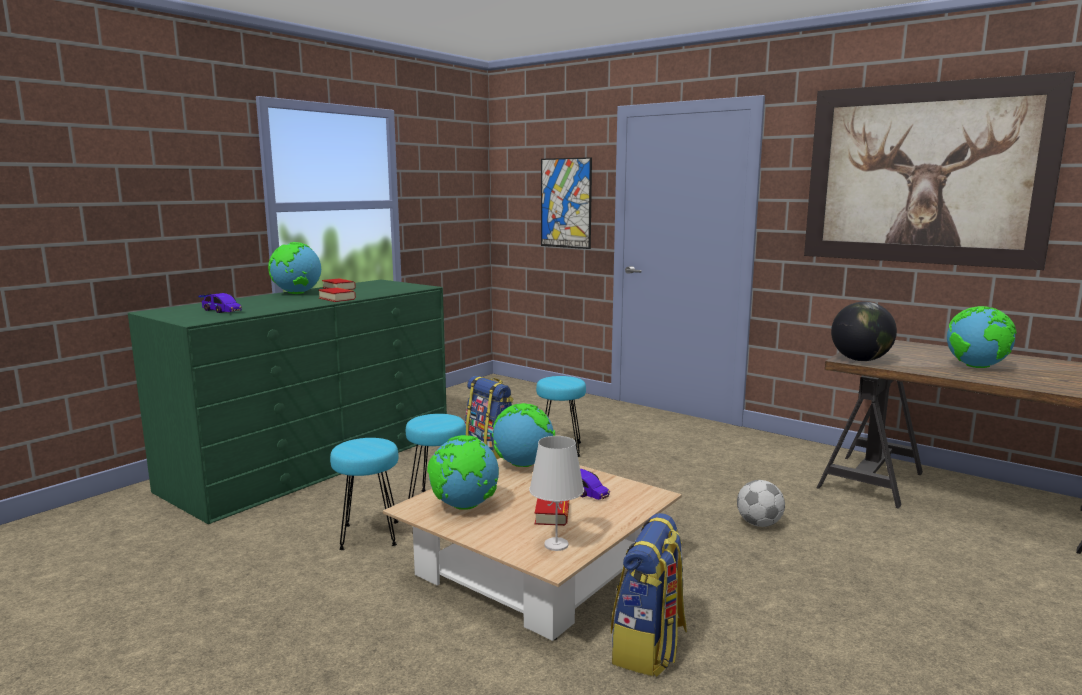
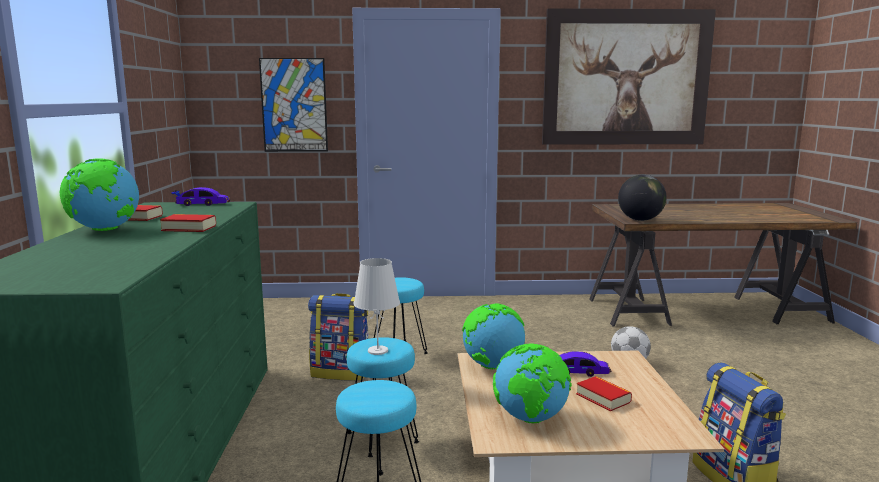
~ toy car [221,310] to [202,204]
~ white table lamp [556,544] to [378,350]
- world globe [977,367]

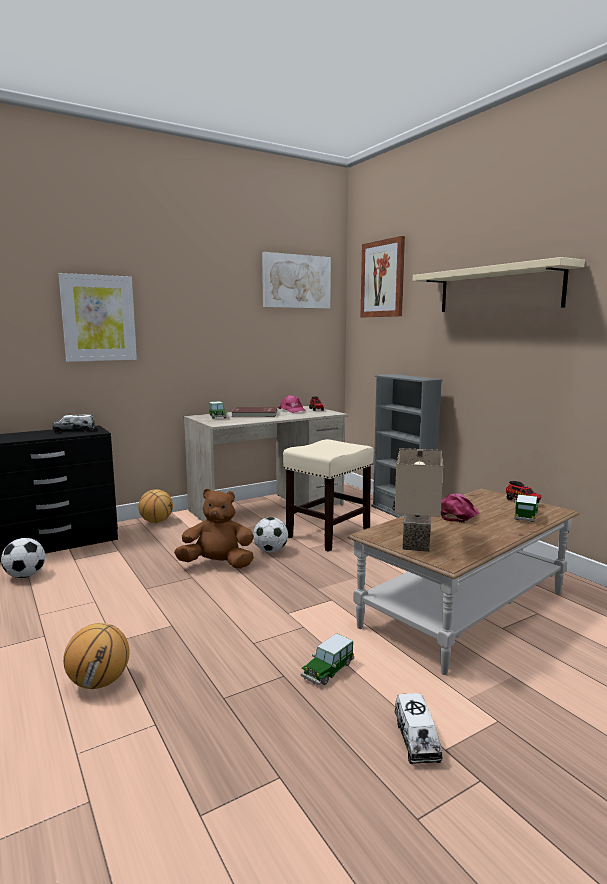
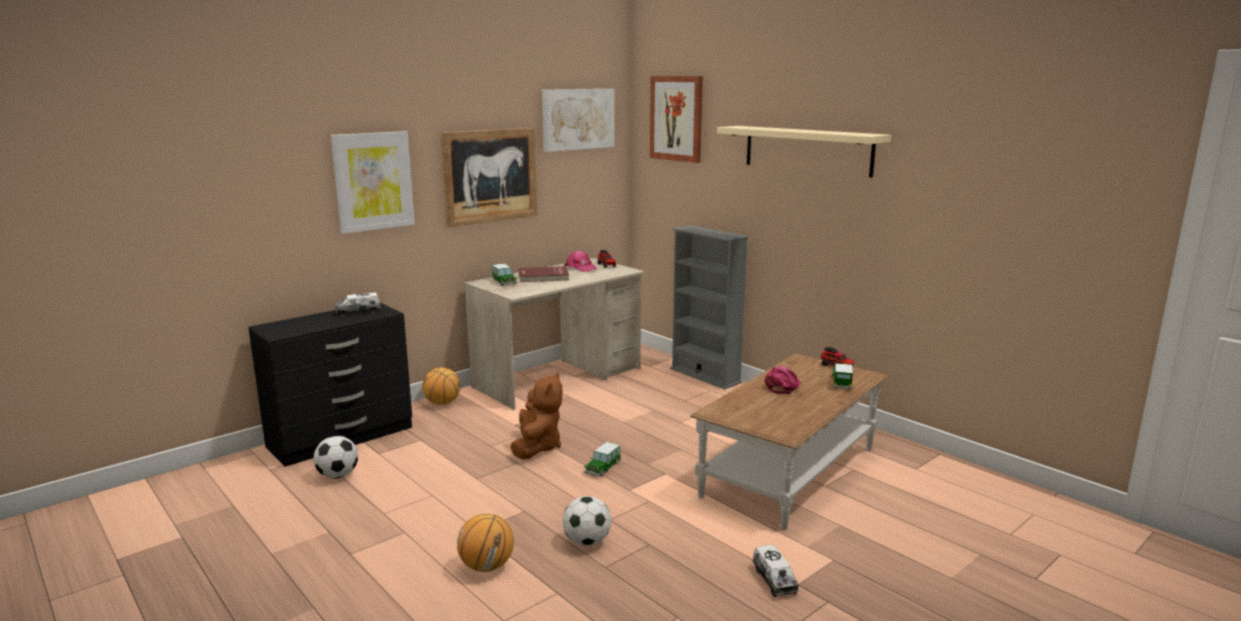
+ wall art [490,176]
~ brownish soft toy [217,564] = [537,447] 105 degrees clockwise
~ football ball [270,551] to [587,541]
~ toy car [328,670] to [602,468]
- beige-coloured stool seat [328,535]
- beige-coloured table lamp [418,543]

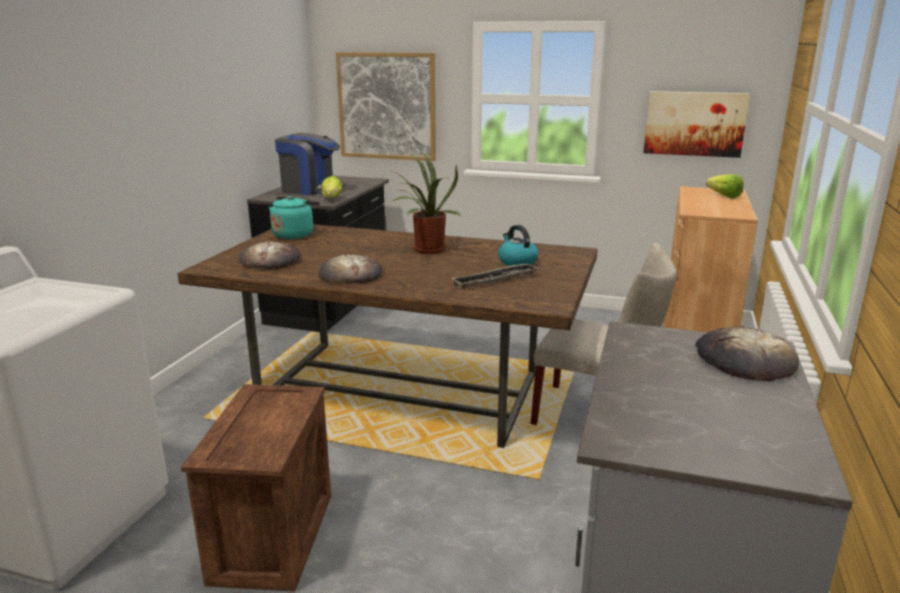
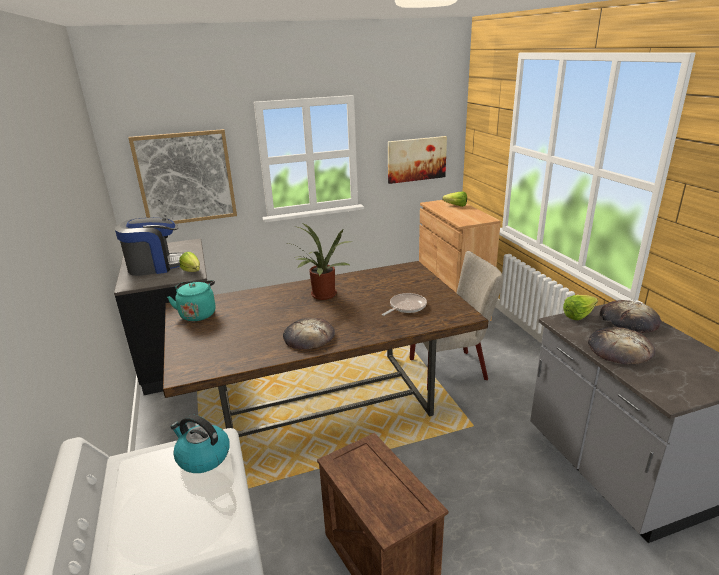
~ tea kettle [517,261] to [202,457]
~ serving tray [495,280] to skillet [406,307]
+ lettuce [581,315]
~ bakery bread [270,260] to [619,349]

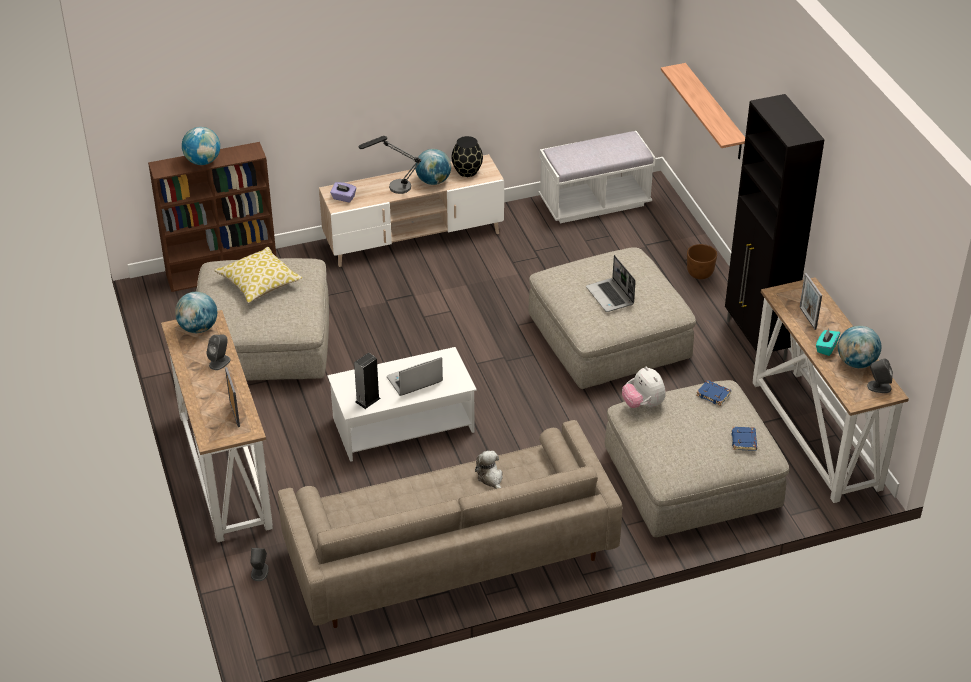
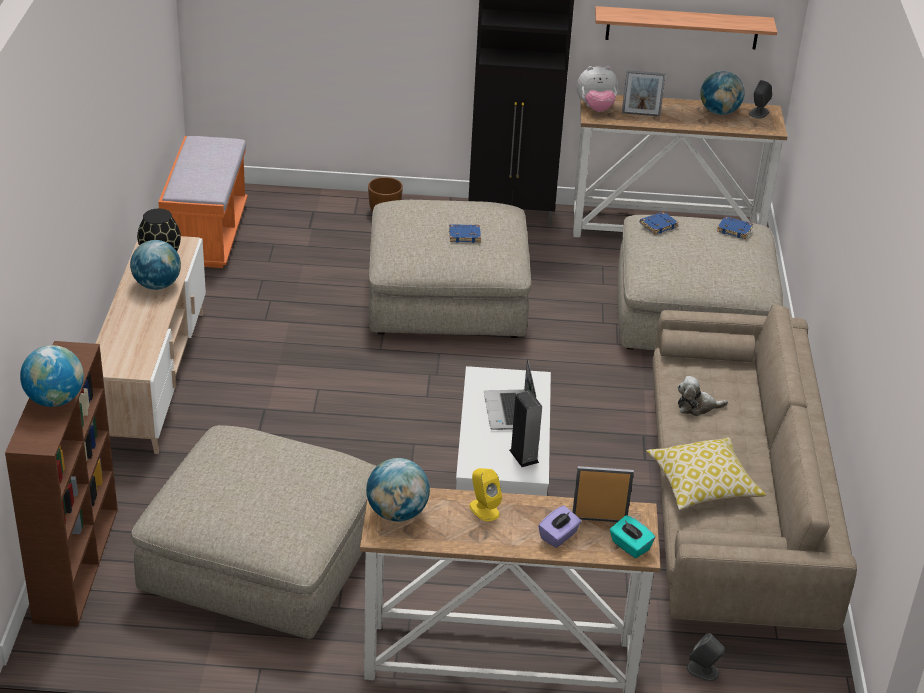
~ white bench [594,203] to orange bench [206,235]
~ notebook computer [610,296] to blue-coloured book [465,235]
~ grey loudspeaker [220,362] to yellowish loudspeaker [484,509]
~ purple-coloured tissue holder [343,198] to [558,536]
~ soft toy [643,404] to [596,108]
~ wall shelf [714,112] to [682,28]
~ turquoise tissue holder [826,348] to [630,546]
~ cushion [259,283] to [702,486]
- table lamp [393,189]

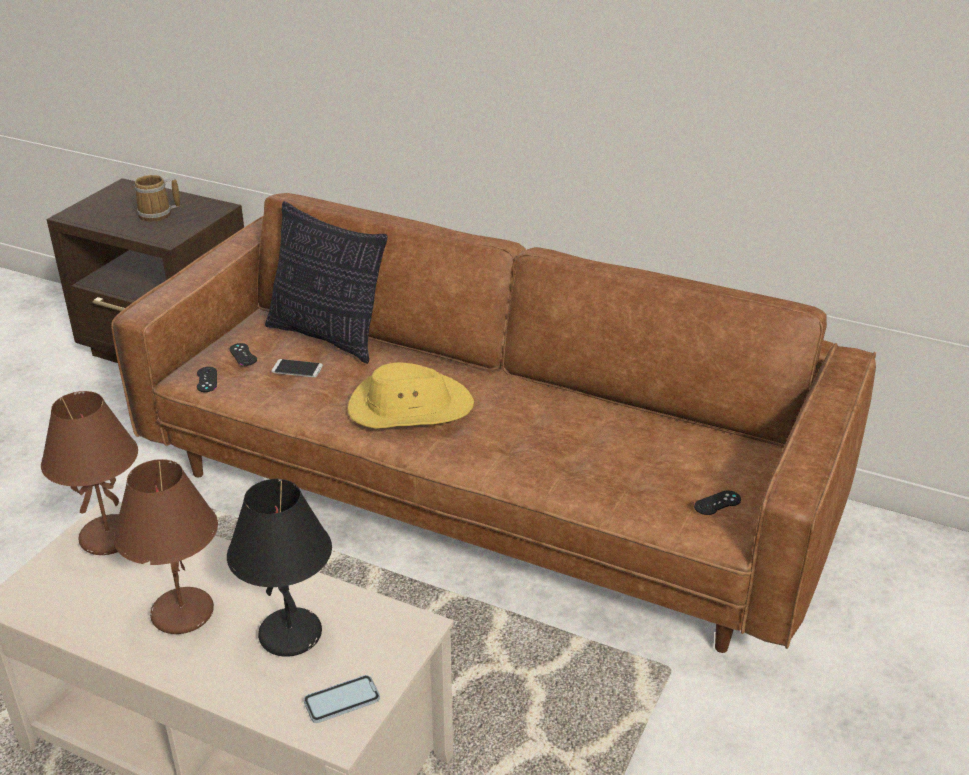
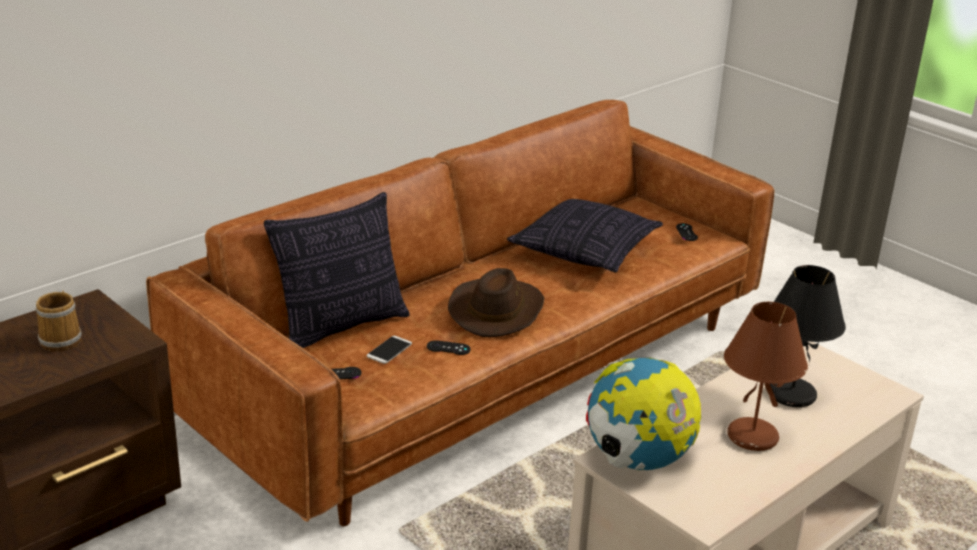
~ black-coloured game controller [207,380] to [448,348]
~ yellowish wearable hat [409,407] to brownish wearable hat [496,310]
+ cushion [585,251]
~ brownish table lamp [110,537] to world globe [637,461]
- telephone [342,701]

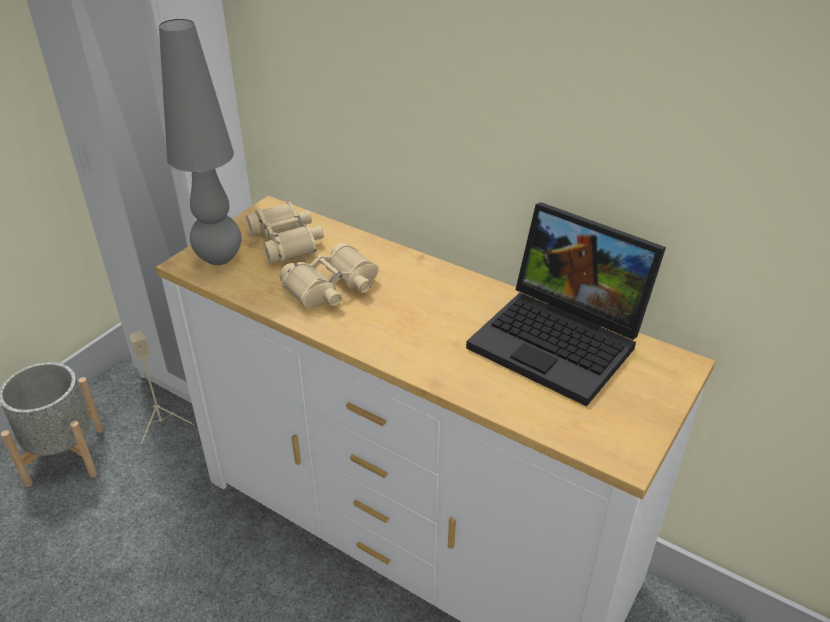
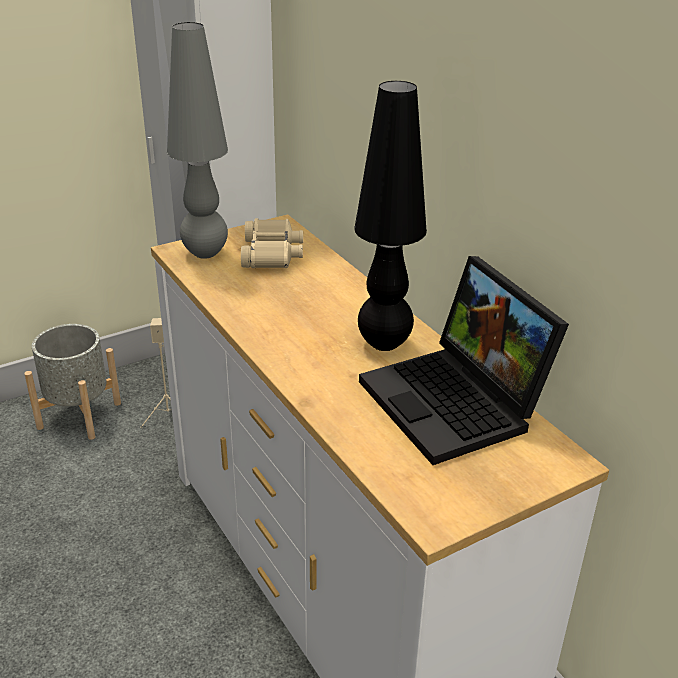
+ black-coloured table lamp [384,343]
- beige-coloured binoculars [332,287]

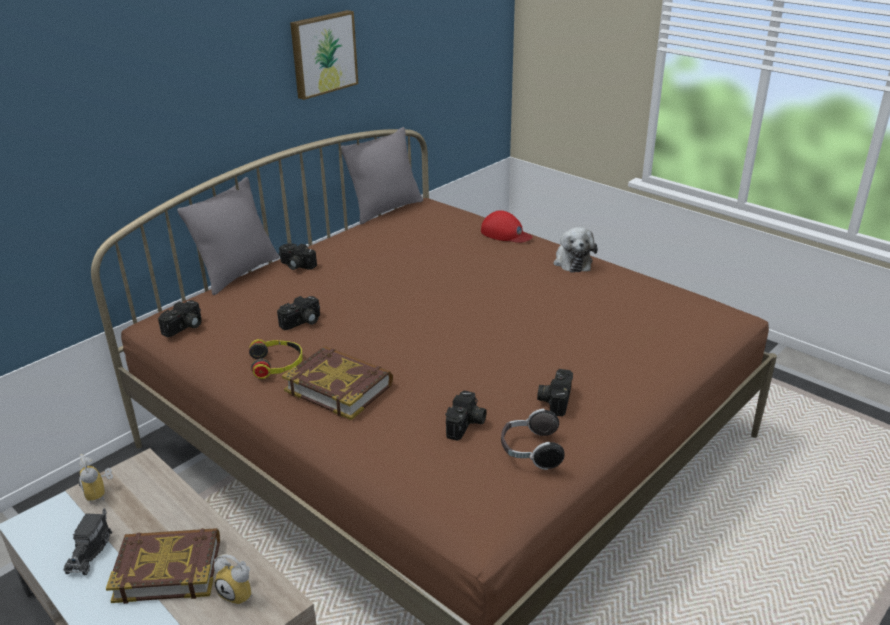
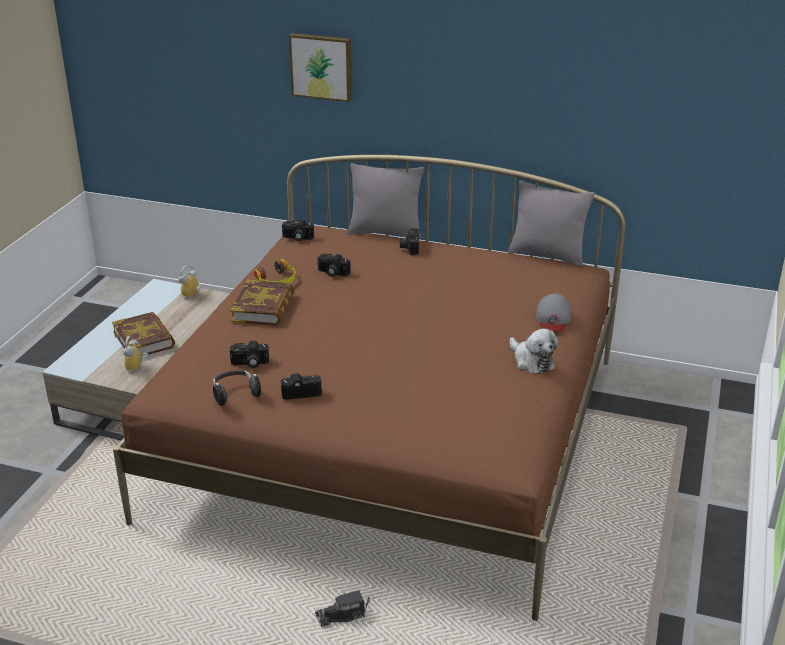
~ wall art [323,53] to [322,66]
~ model truck [90,551] to [343,616]
~ soft toy [572,261] = [531,361] 90 degrees counterclockwise
~ red cap [505,233] to grey cap [553,318]

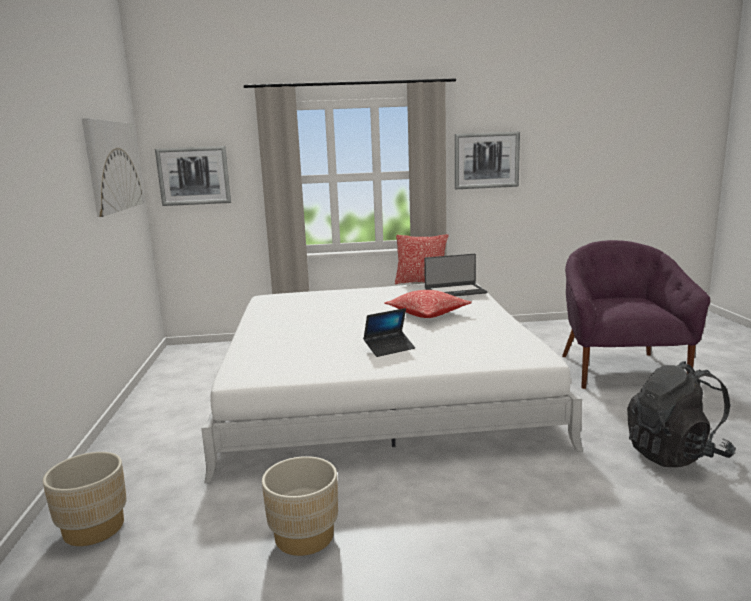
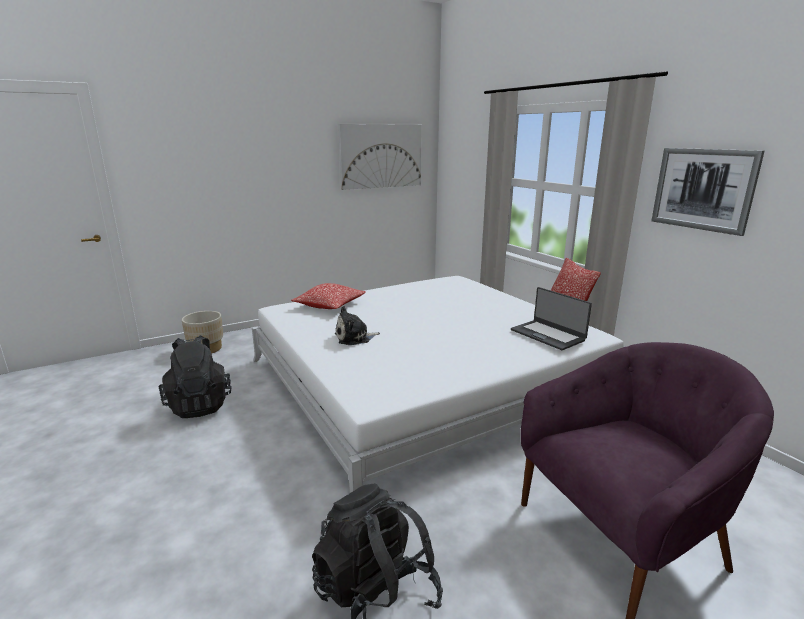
~ beige-coloured plant pot [304,536] to black-coloured knapsack [199,405]
~ cushion [427,313] to [330,305]
~ notebook computer [389,348] to soft toy [354,338]
- wall art [194,176]

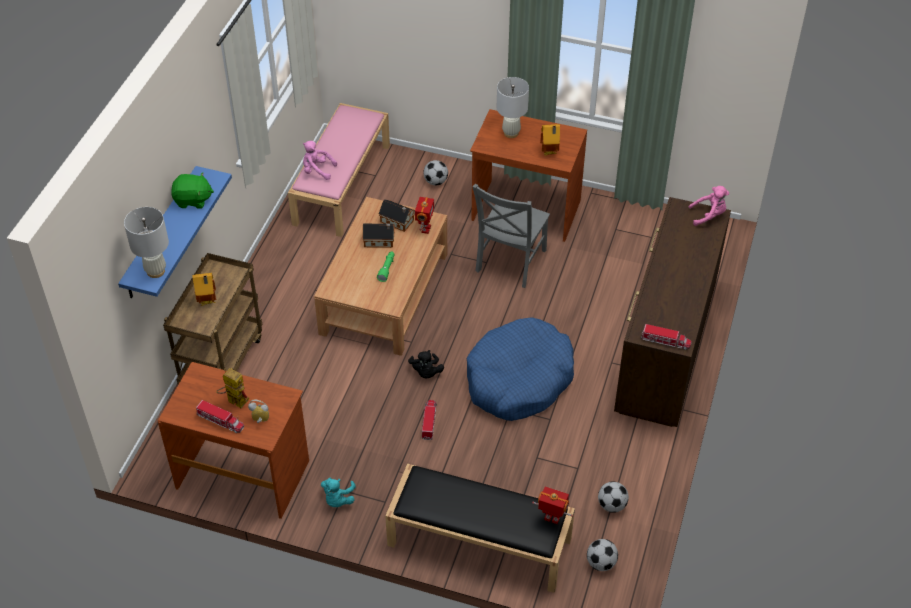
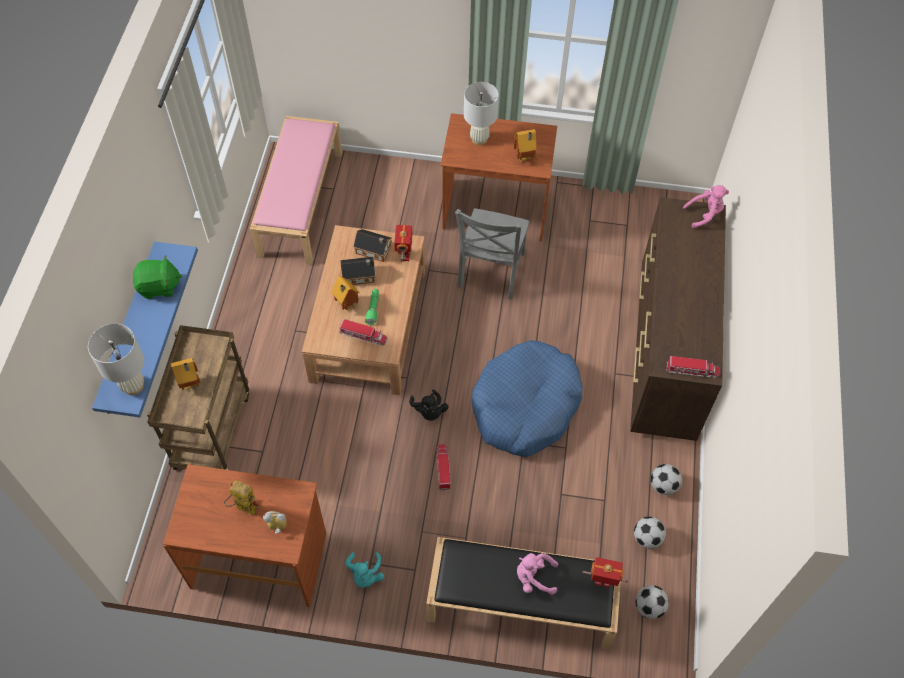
+ model house [346,306]
~ model truck [220,421] to [363,336]
~ pink soft toy [317,170] to [534,577]
~ football ball [436,182] to [663,485]

